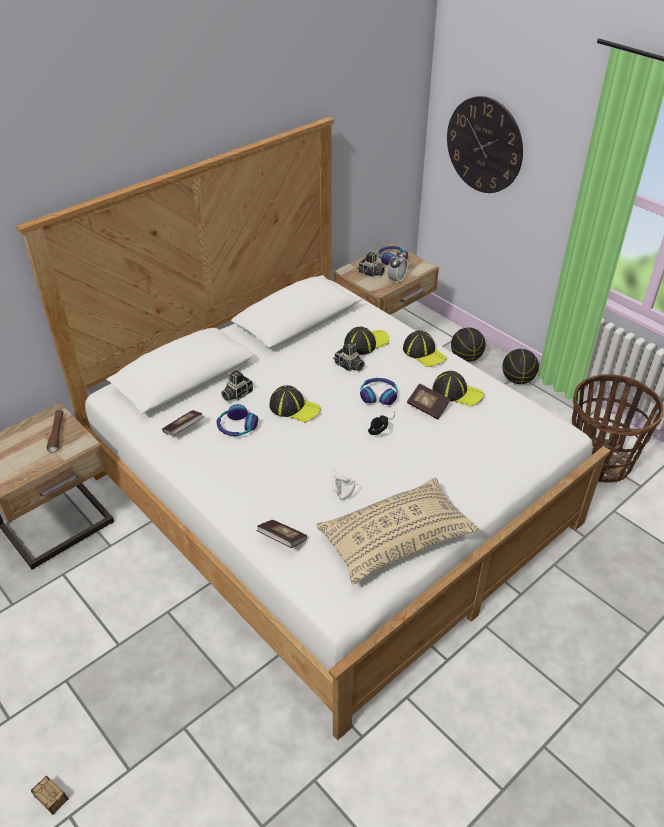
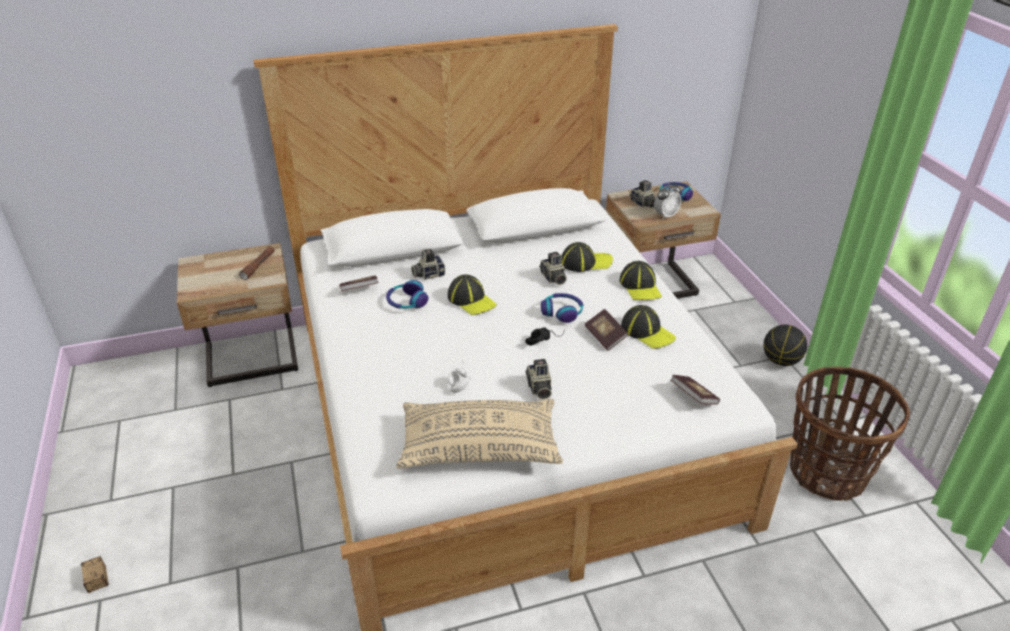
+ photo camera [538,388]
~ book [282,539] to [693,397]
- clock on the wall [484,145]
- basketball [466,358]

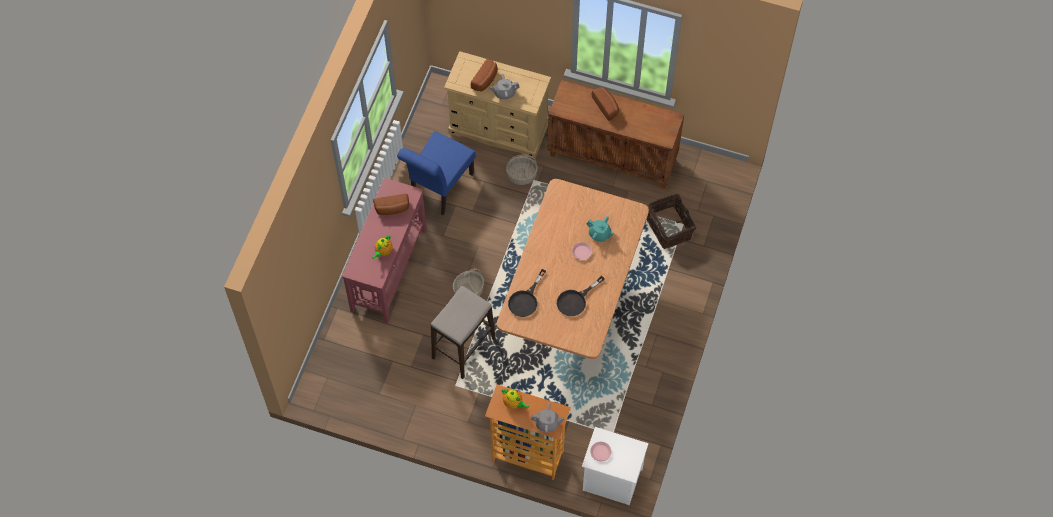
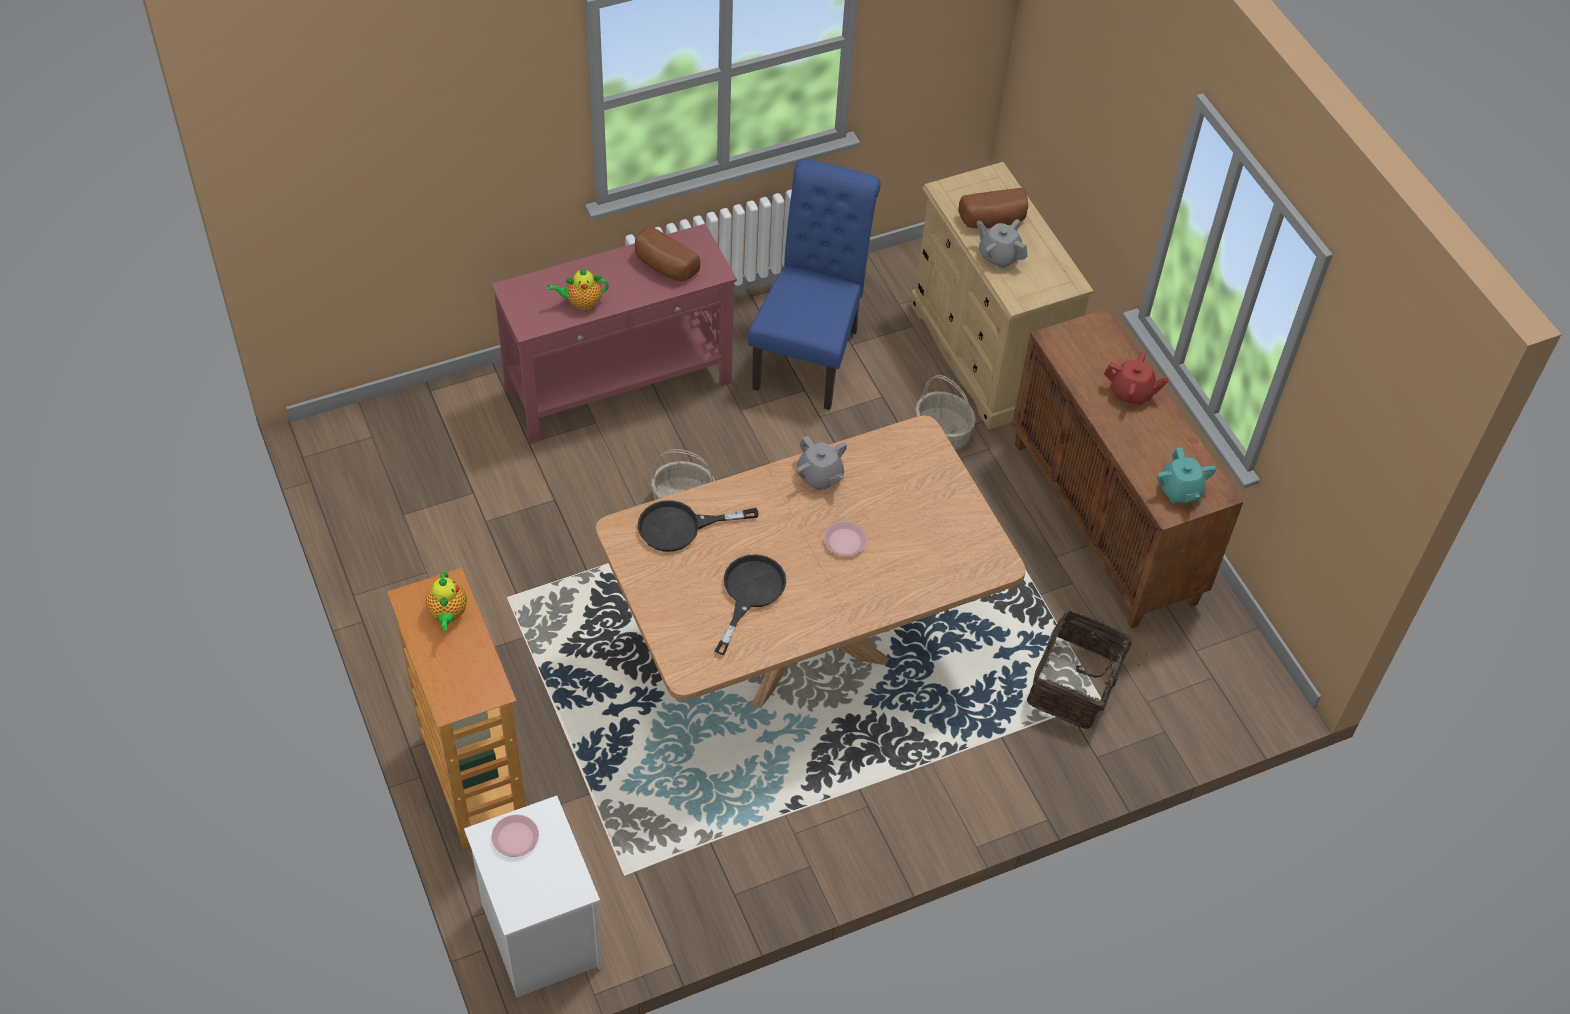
~ black-coloured skillet [575,300] = [749,593] 105 degrees clockwise
~ blue-coloured plain chair [439,189] = [810,353] 120 degrees clockwise
~ grey pot for tea [547,423] to [820,476]
~ bakery bread [606,106] to red pot for tea [1131,393]
~ turquoise pot for tea [599,234] to [1180,491]
- stool seat [463,348]

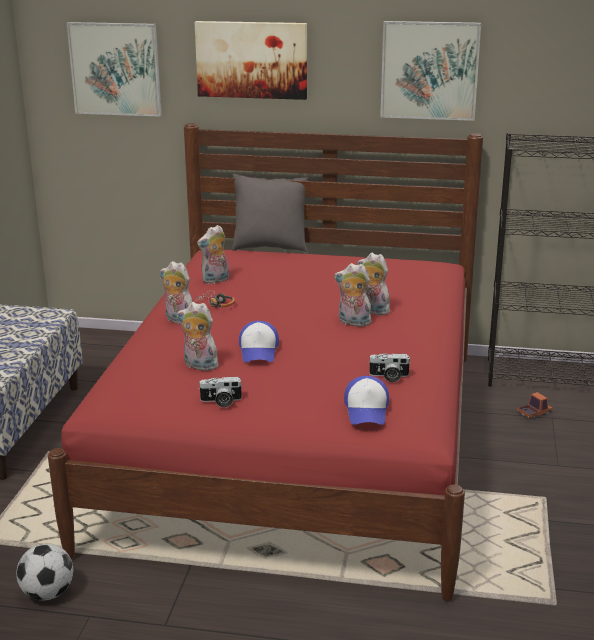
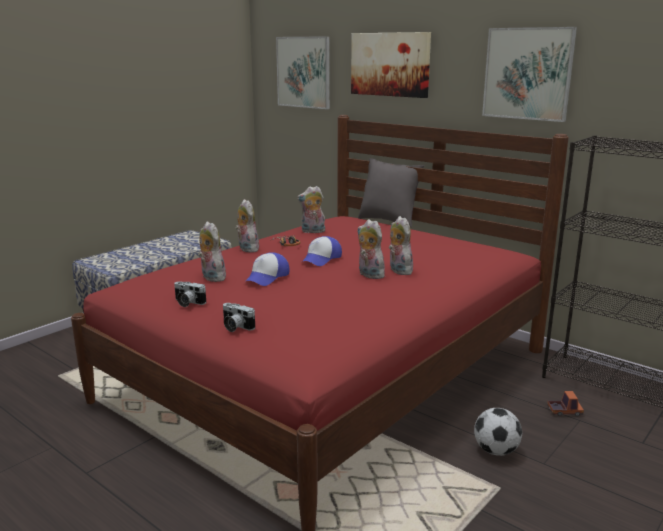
~ photo camera [389,377] to [235,327]
~ cap [367,410] to [321,259]
~ football ball [48,593] to [496,451]

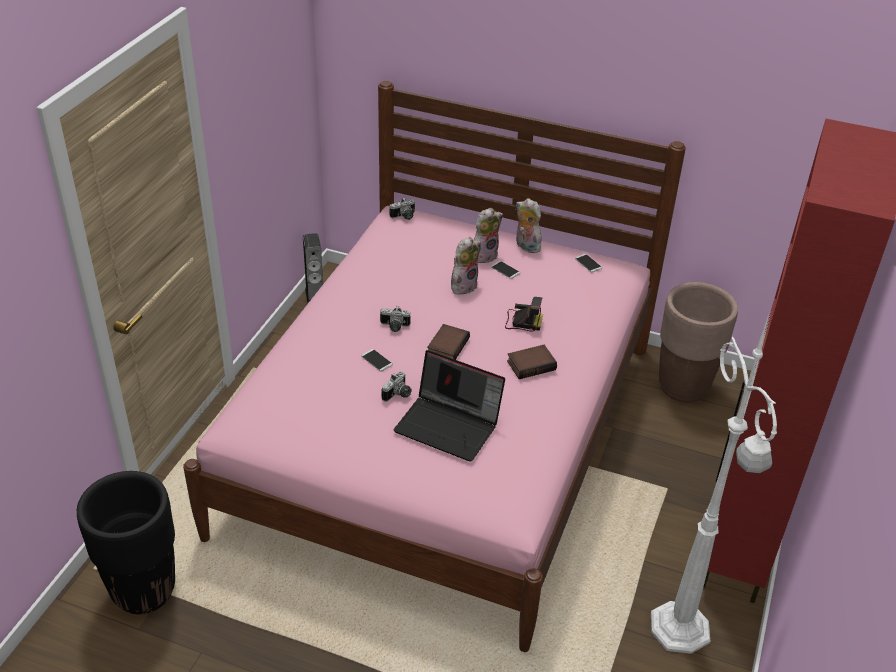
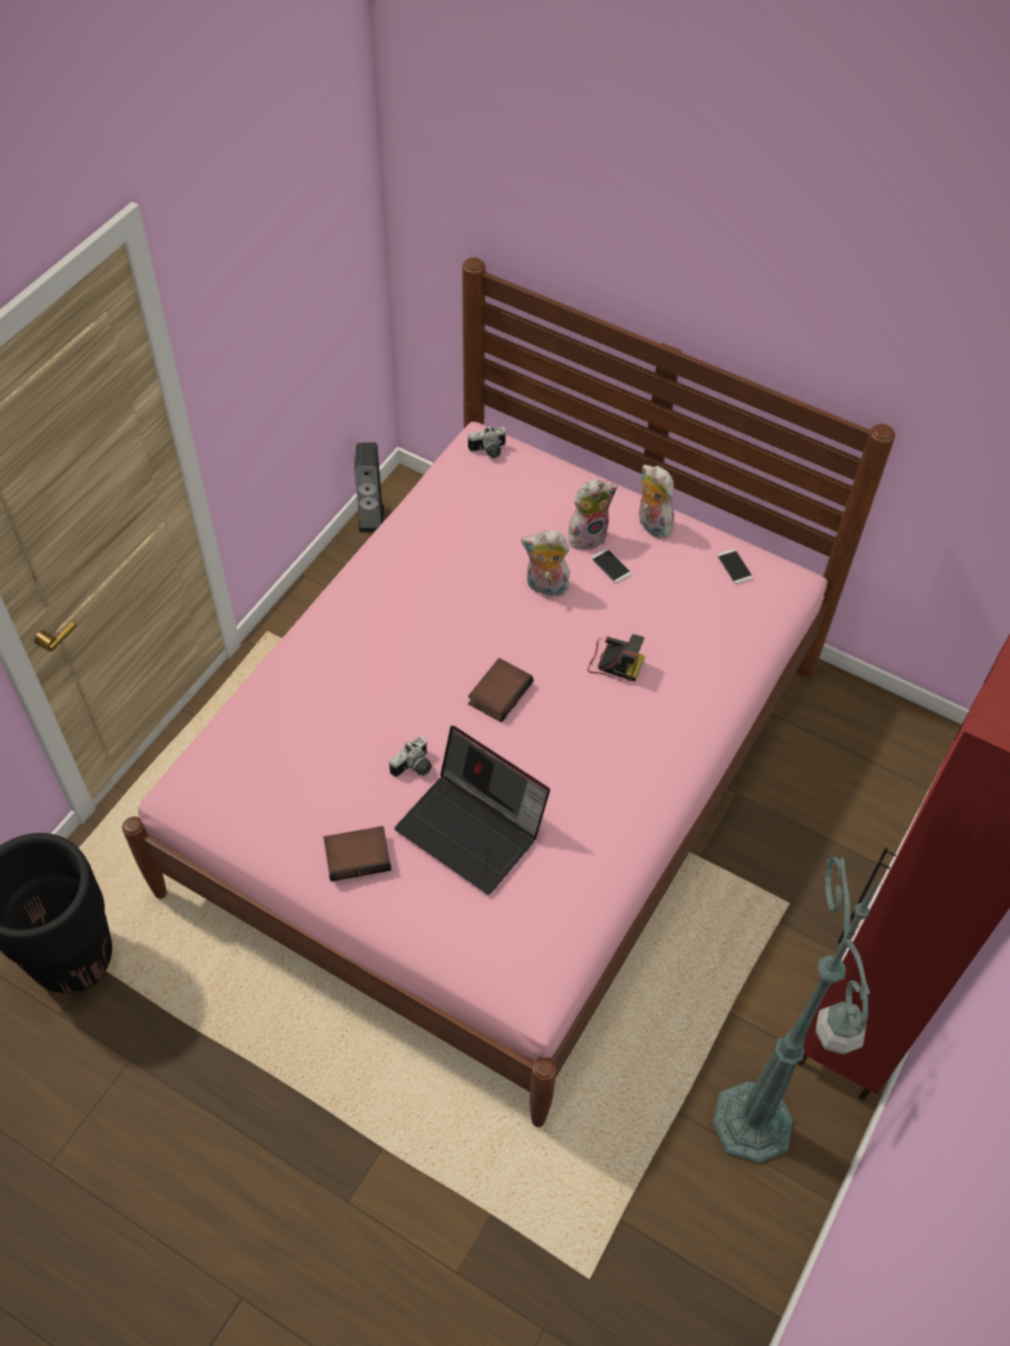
~ book [531,364] to [358,855]
~ soft toy [463,285] = [545,587] 135 degrees counterclockwise
~ white floor lamp [680,631] to greenish floor lamp [752,1127]
- telephone [376,360]
- photo camera [394,327]
- brownish plant pot [683,387]

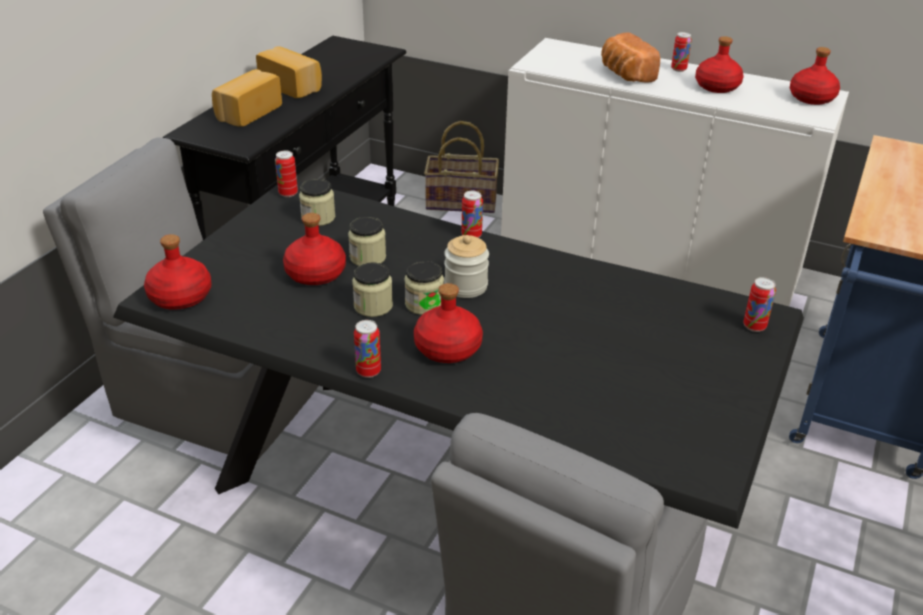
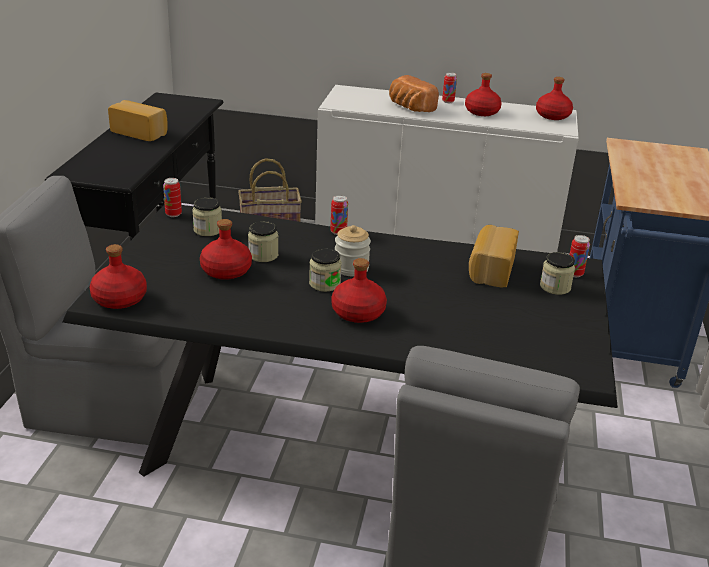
~ bakery bread [247,112] to [490,270]
~ storage jar [373,306] to [555,287]
- metal can [368,371]

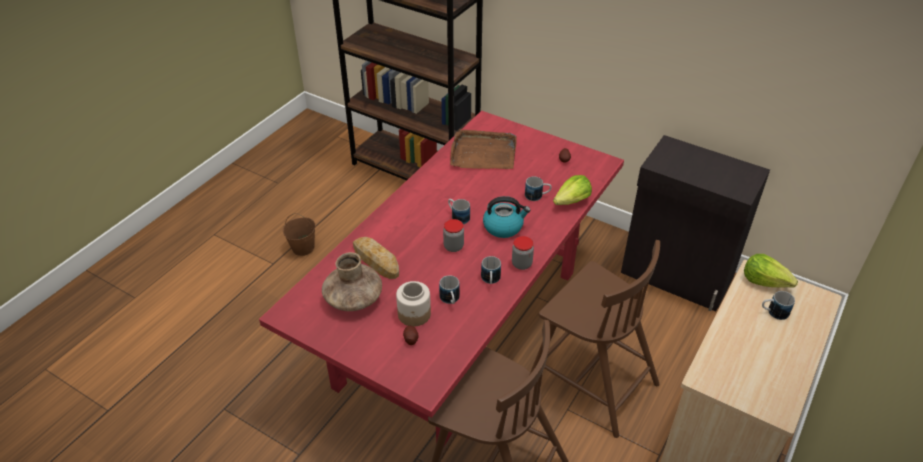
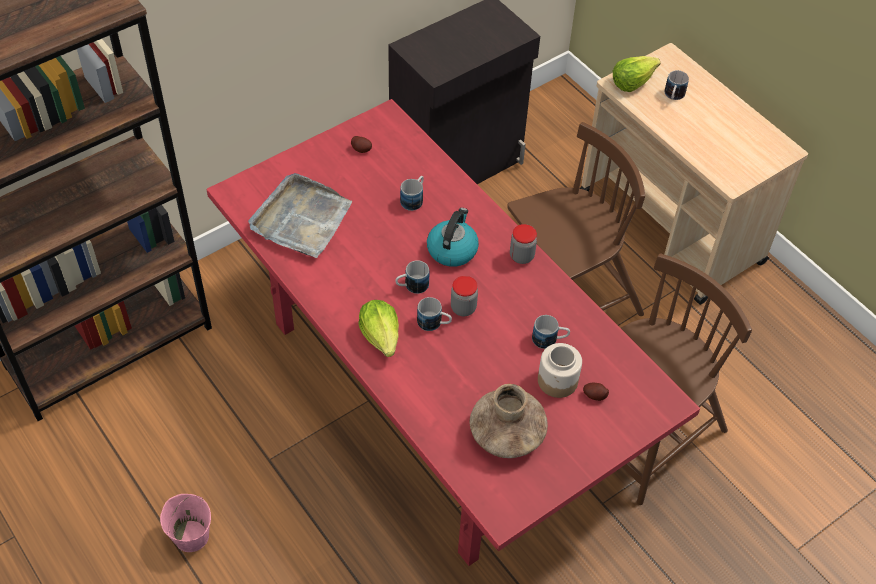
~ brownish water bucket [303,248] to pink water bucket [191,536]
~ brownish serving tray [483,153] to grey serving tray [301,219]
~ lettuce [572,201] to [381,336]
~ tea mug [490,280] to [434,323]
- bakery bread [376,260]

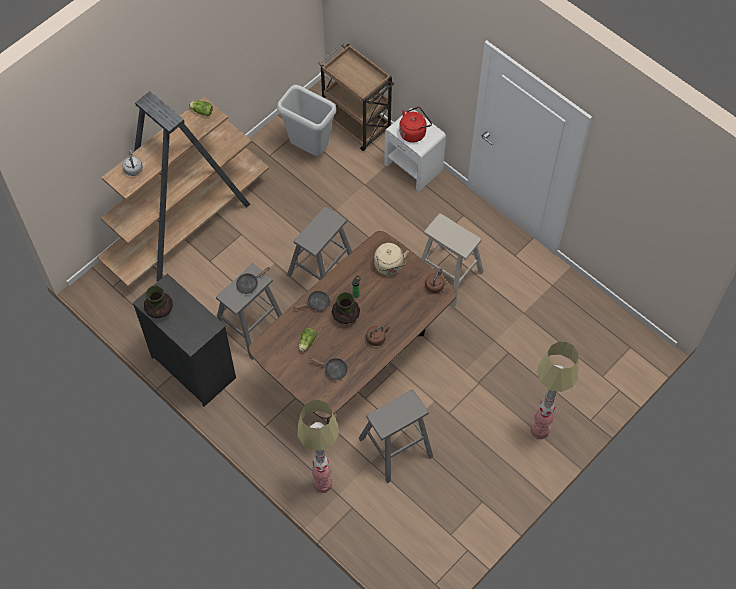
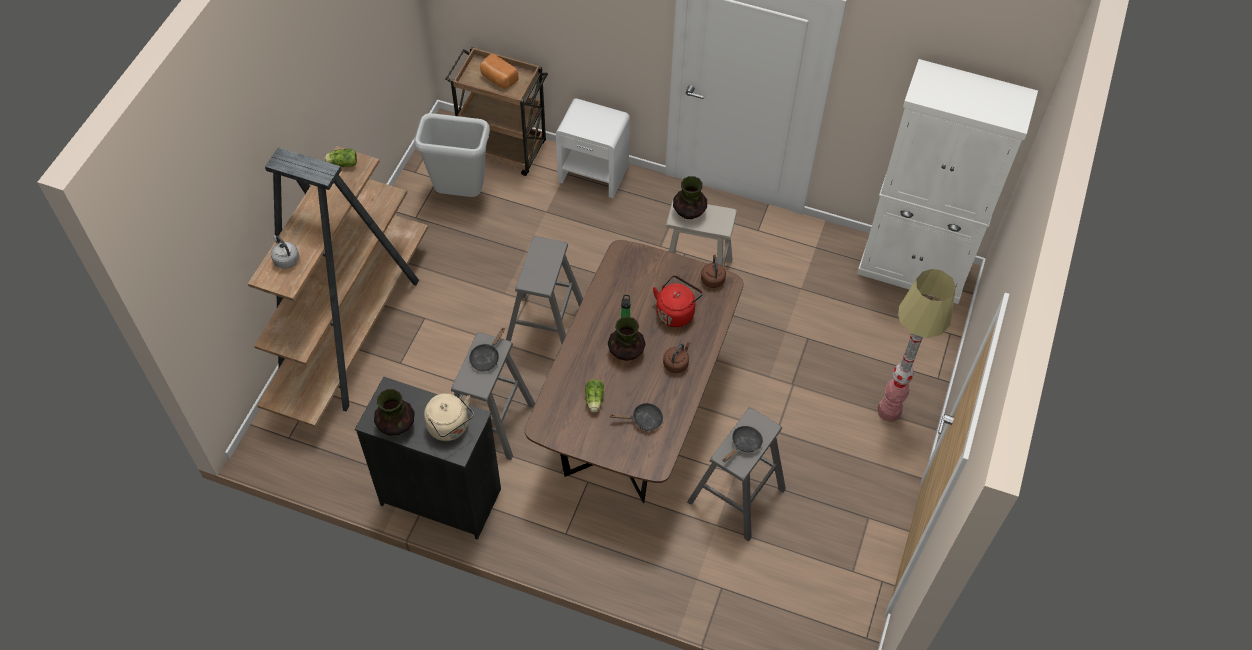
~ beige-coloured tea kettle [389,267] to [450,427]
+ bakery bread [498,79]
~ red tea kettle [414,132] to [676,312]
+ decorative vase [689,212]
~ black-coloured skillet [316,303] to [744,444]
+ white cabinet [913,269]
- floor lamp [322,484]

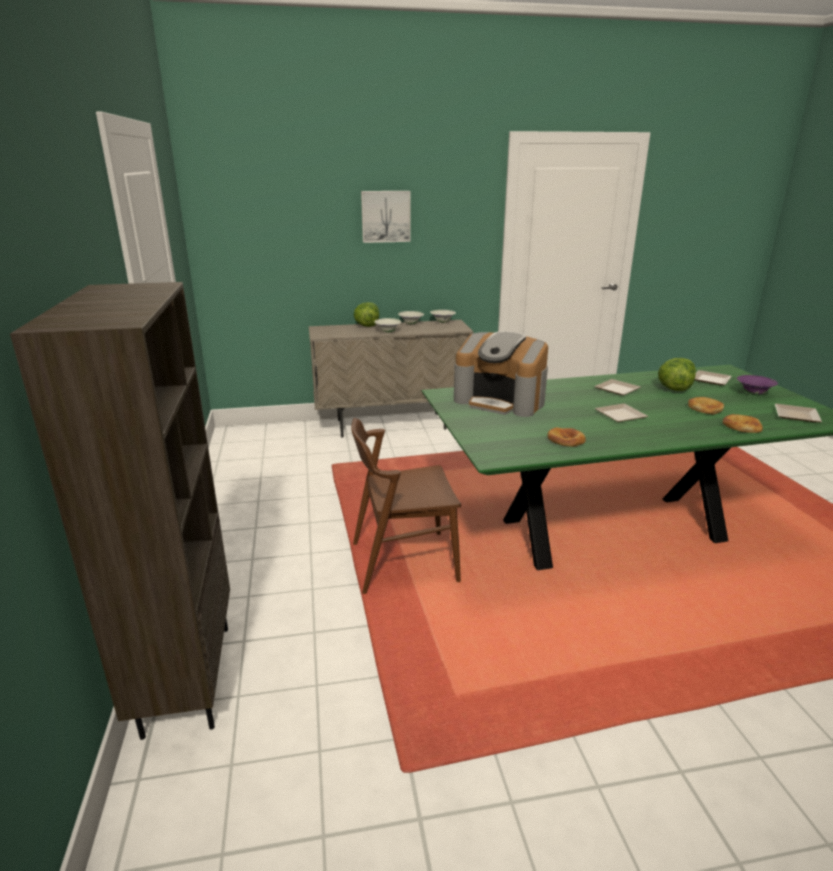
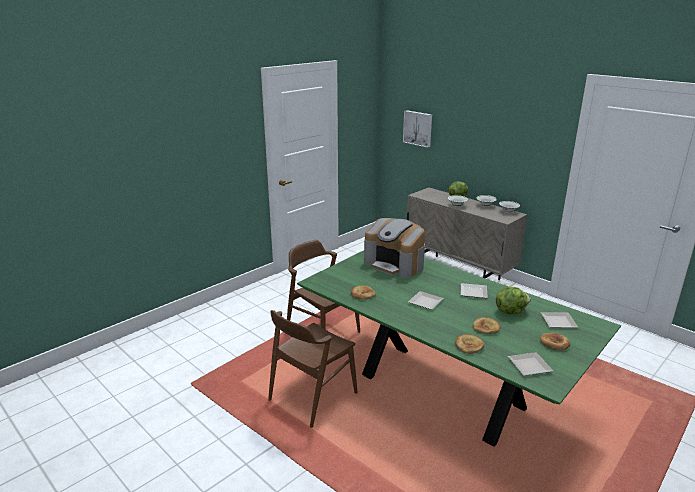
+ brownish plain chair [312,396]
~ coffee maker [500,401] = [395,264] 45 degrees counterclockwise
~ wall art [385,216] to [418,128]
~ purple-coloured deep dish [754,394] to bakery bread [554,343]
- brownish bookcase [186,677]

